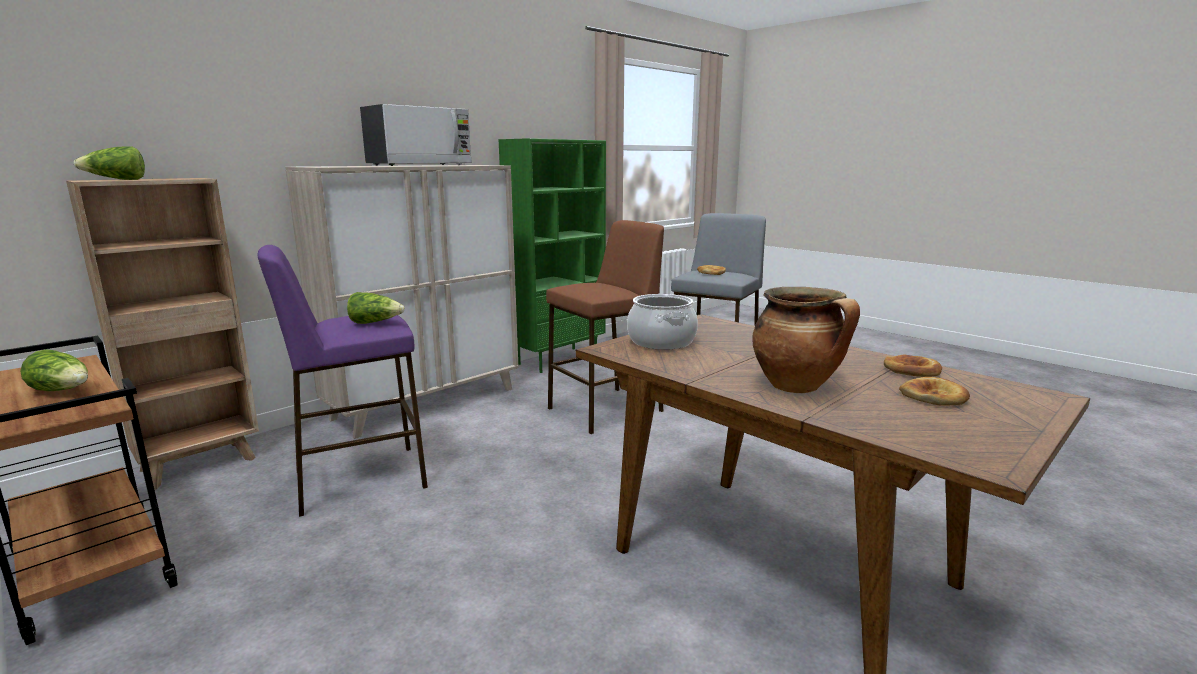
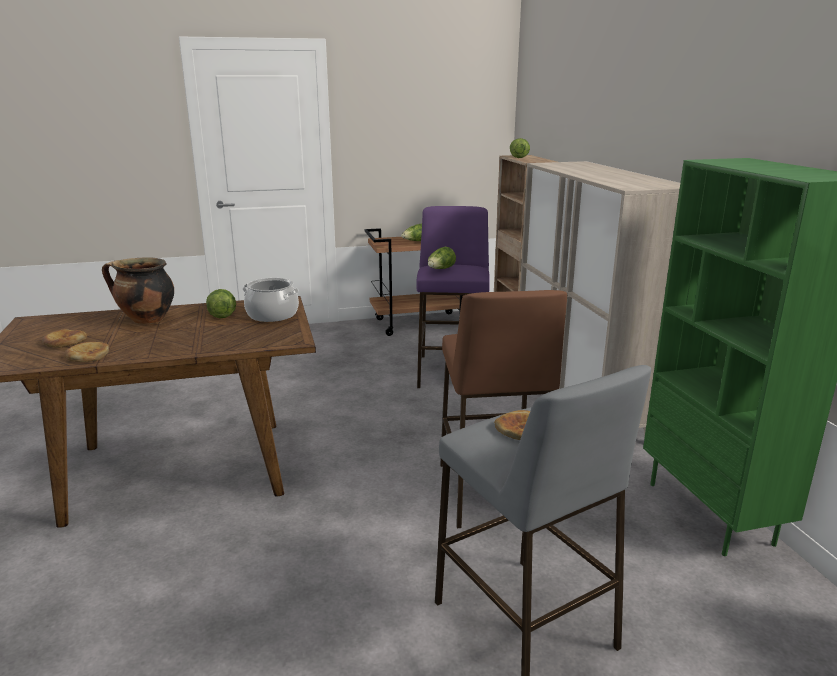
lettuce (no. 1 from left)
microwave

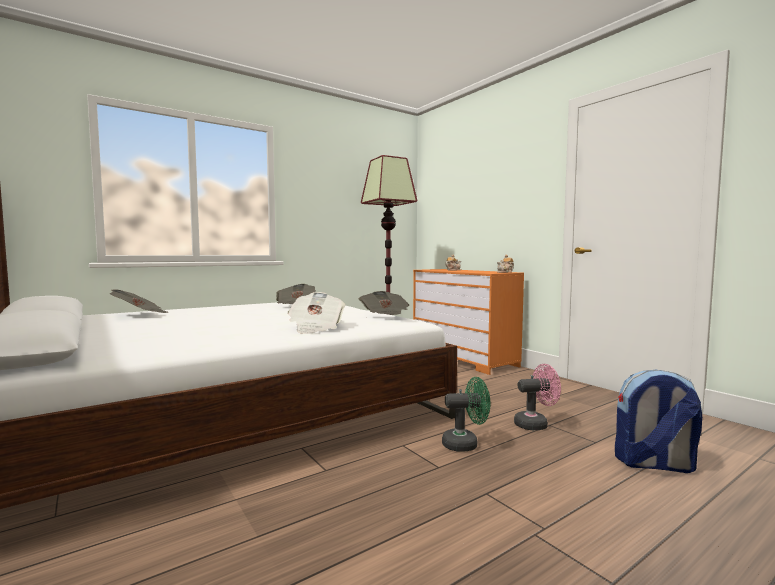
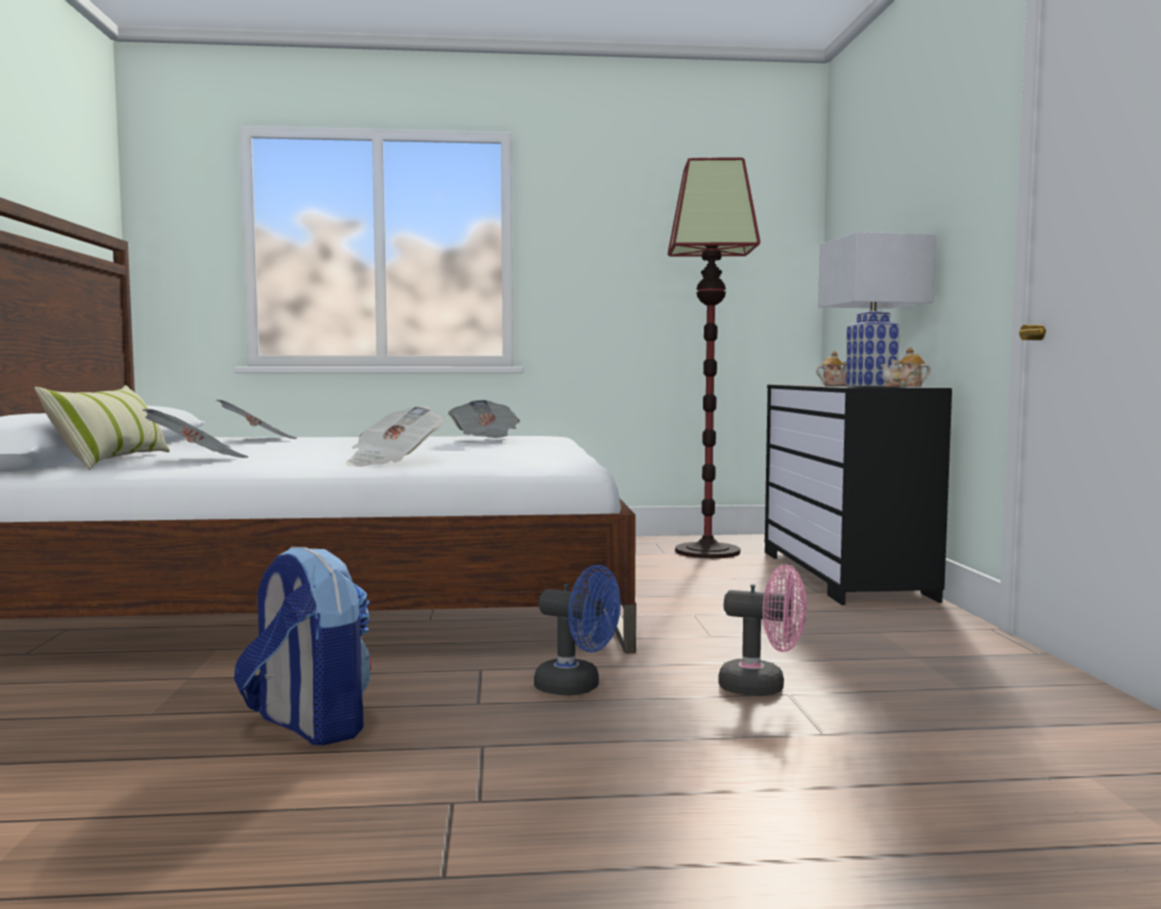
pillow
newspaper (no. 1 from left)
backpack
fan in blue
dresser in black
table lamp in white

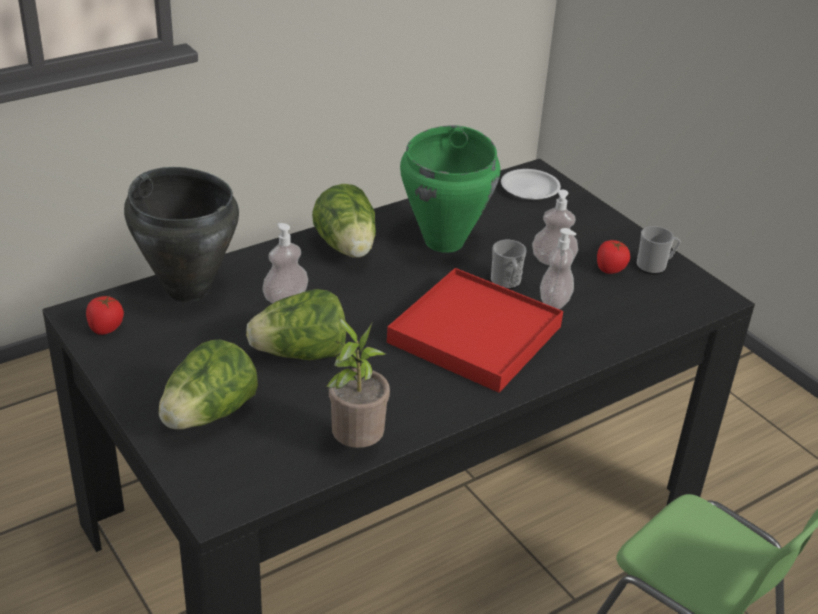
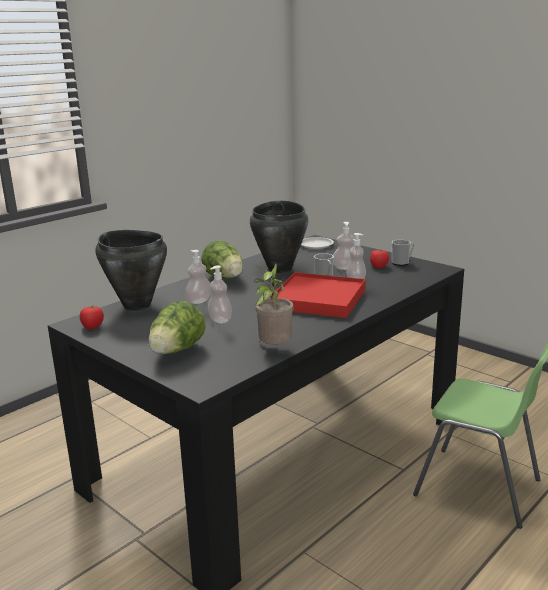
soap dispenser (no. 2 from left)
cooking pot in black (no. 2 from left)

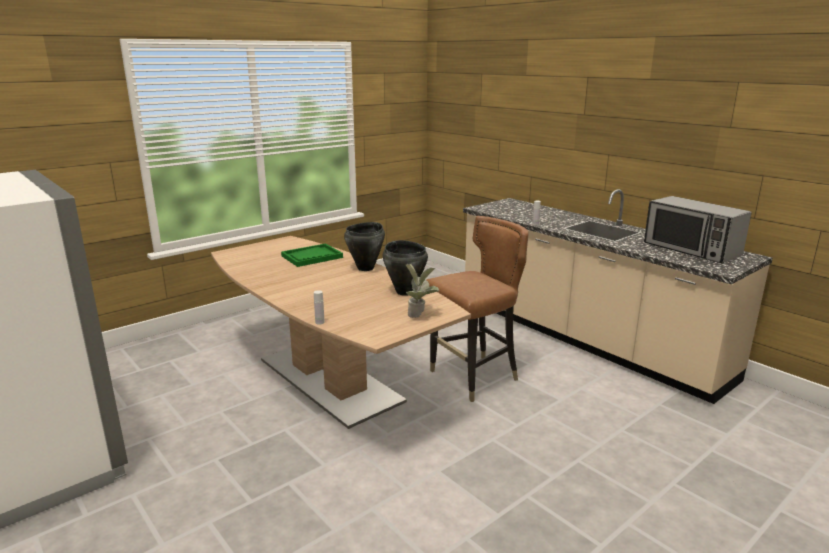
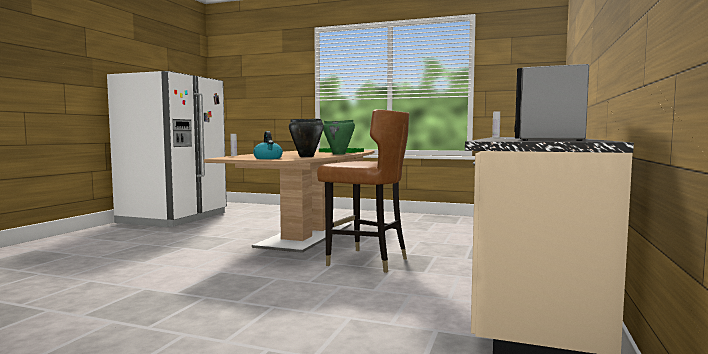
kettle
cooking pot in green

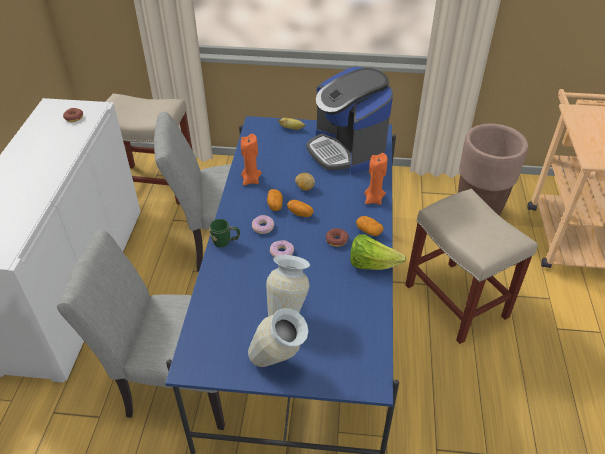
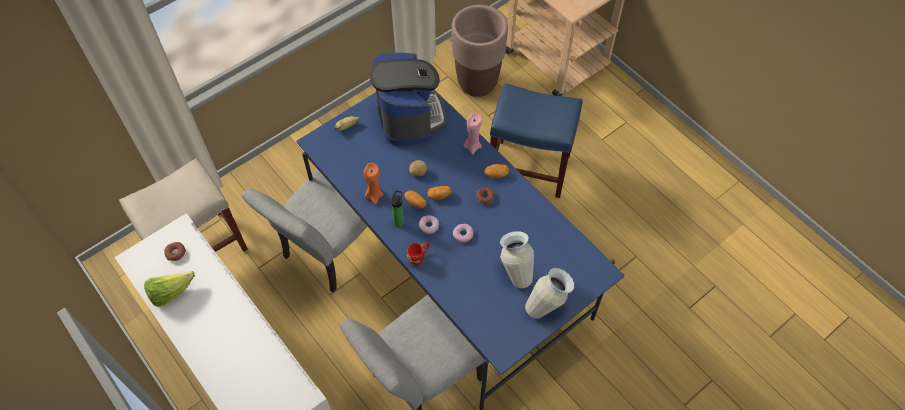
lettuce
coffee machine
bottle
mug in red
candle in pink
stool in blue

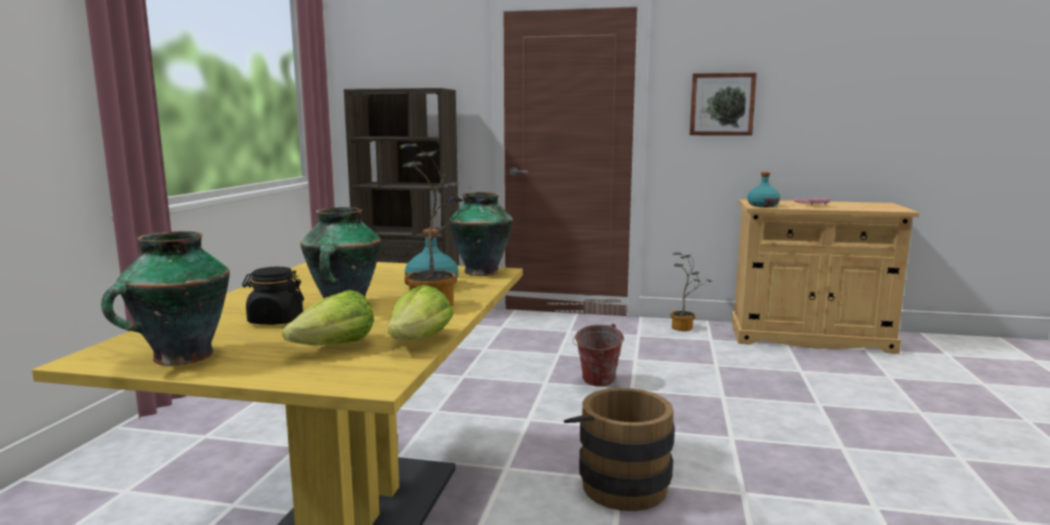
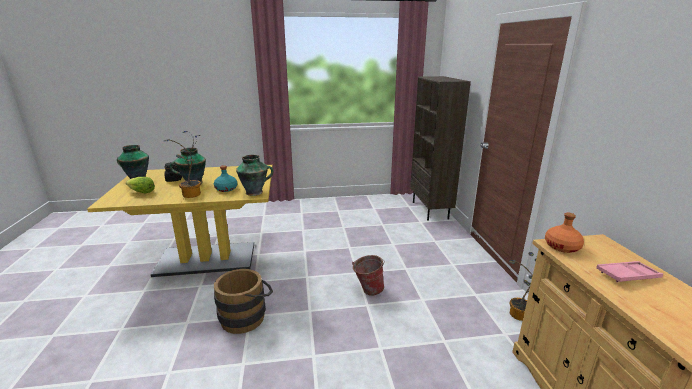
bottle in orange
lettuce (no. 2 from left in the first image)
picture

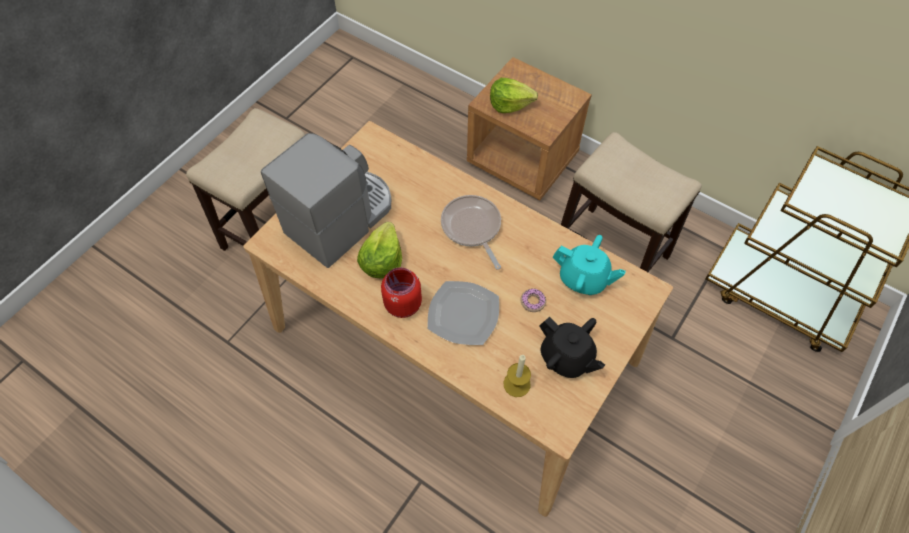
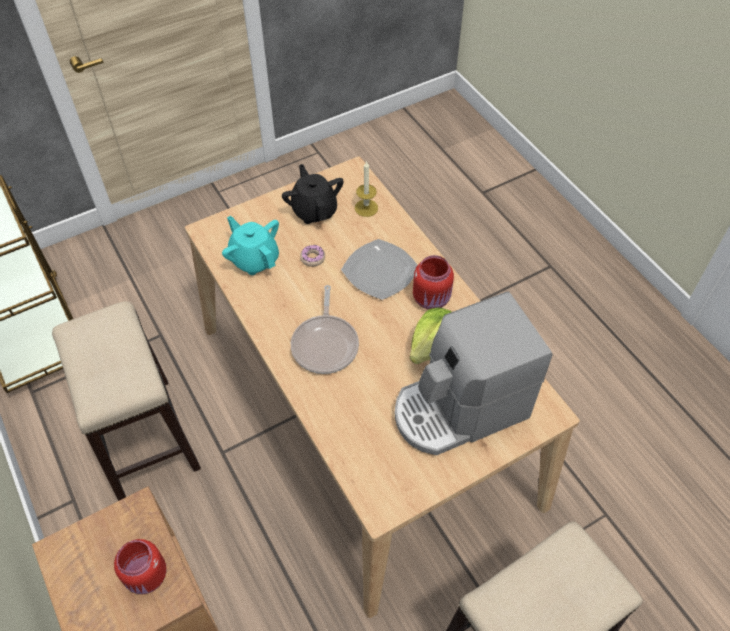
jar in red (no. 1 from left)

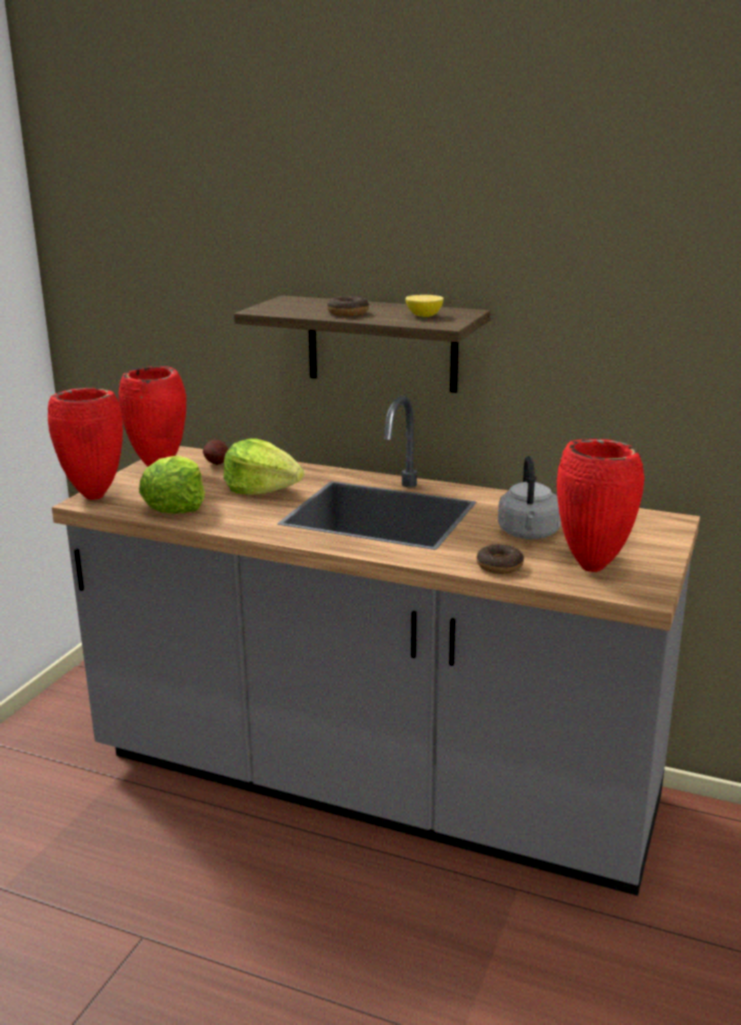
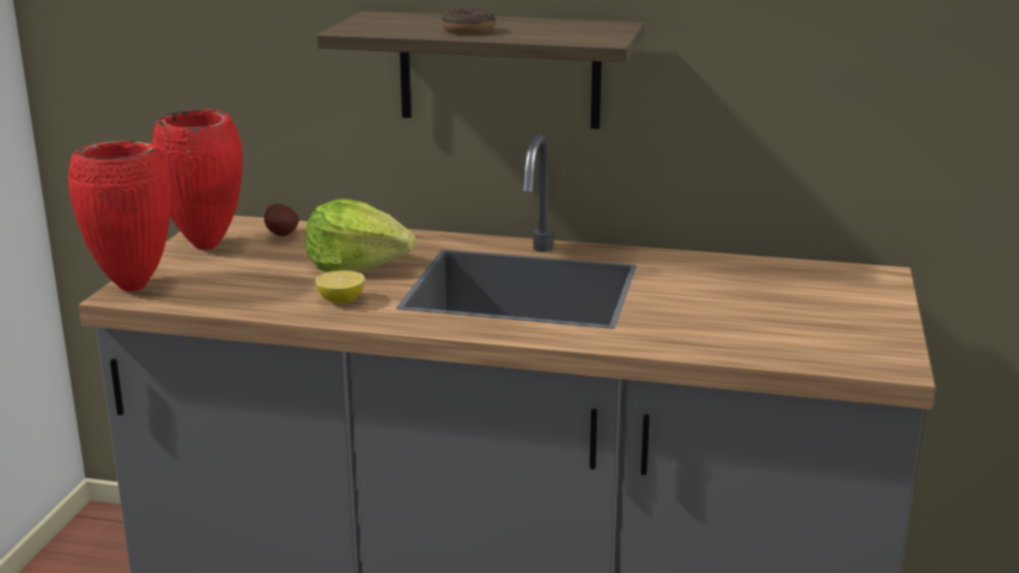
lemon
lettuce (no. 1 from left in the first image)
donut (no. 2 from left in the first image)
kettle in grey
vase in red (no. 3 from left in the first image)

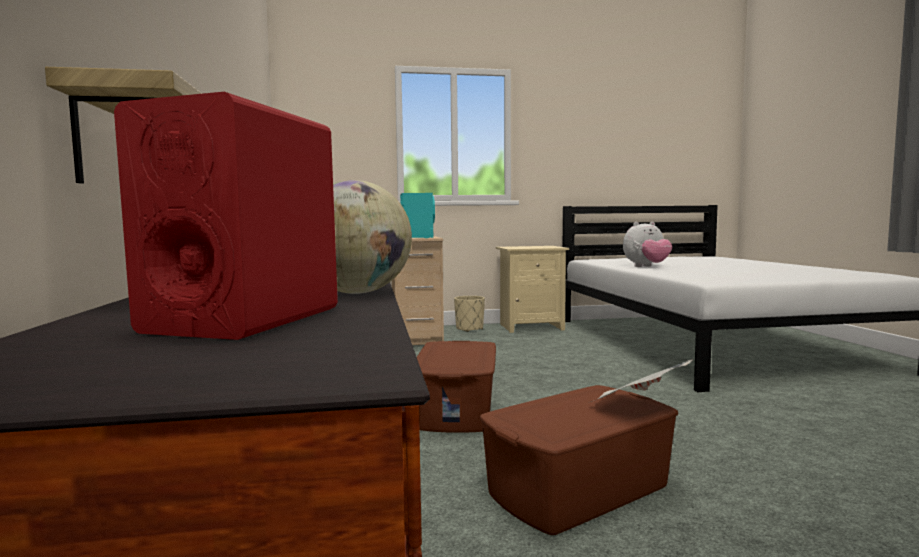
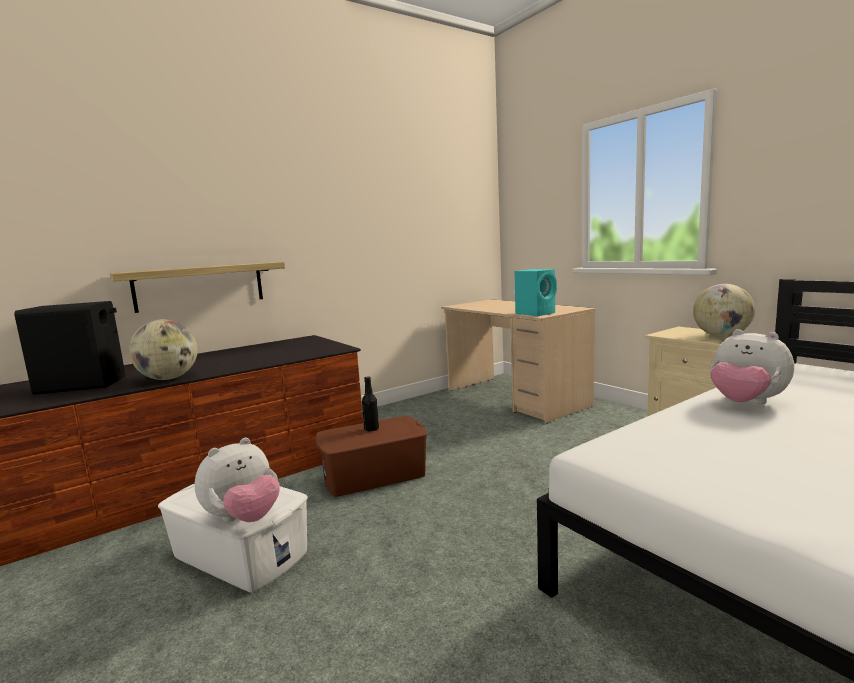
speaker in black
storage box in white
plush toy (no. 1 from left)
bottle in black
globe (no. 2 from left)
planter in beige

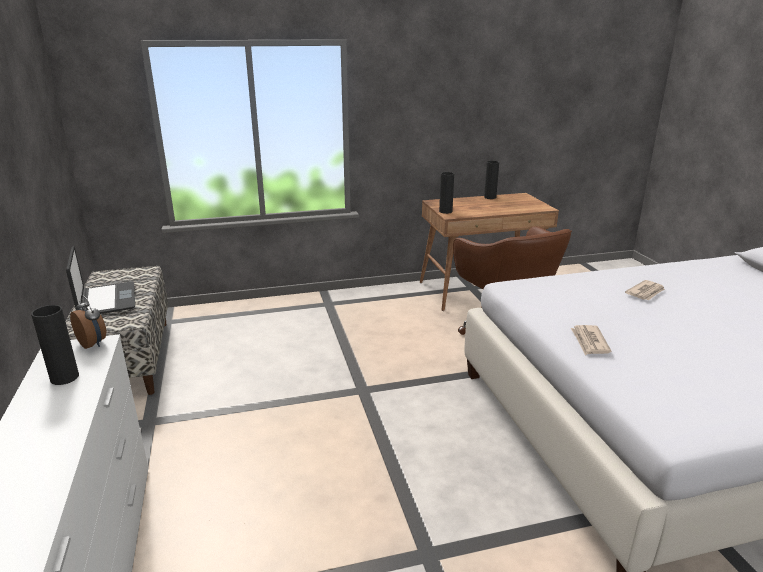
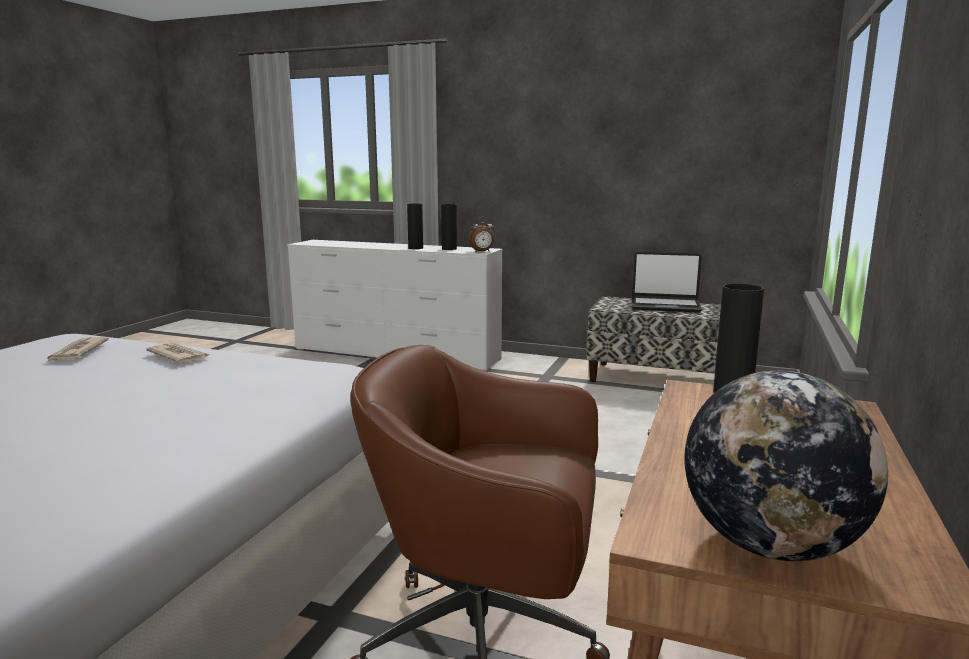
newspaper (no. 1 from left)
vase in black (no. 1 from left)
globe

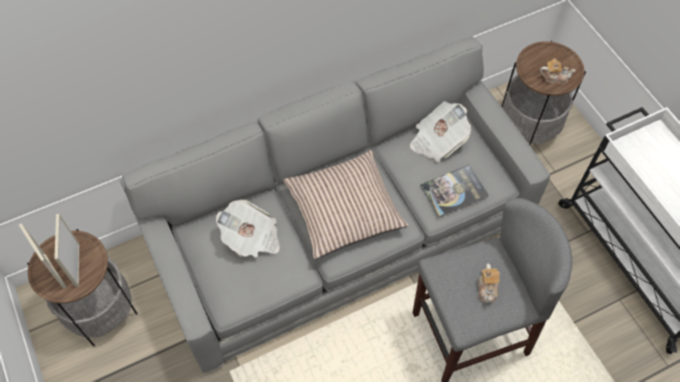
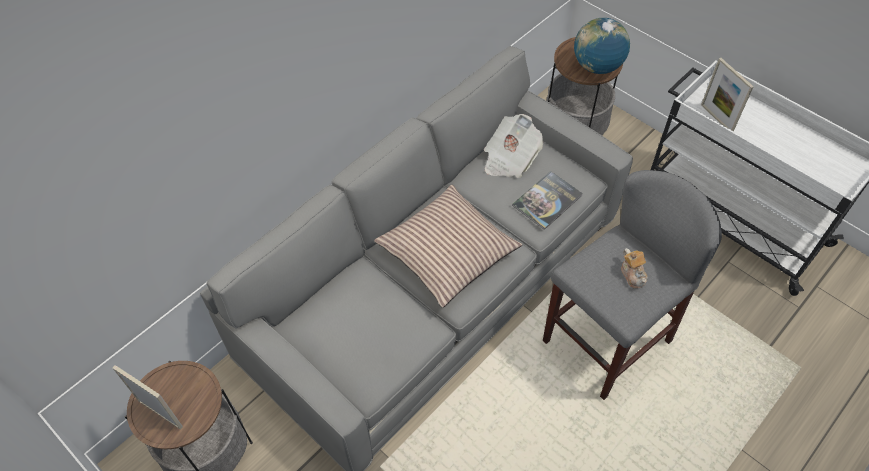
globe
picture frame (no. 2 from left)
newspaper (no. 1 from left in the first image)

